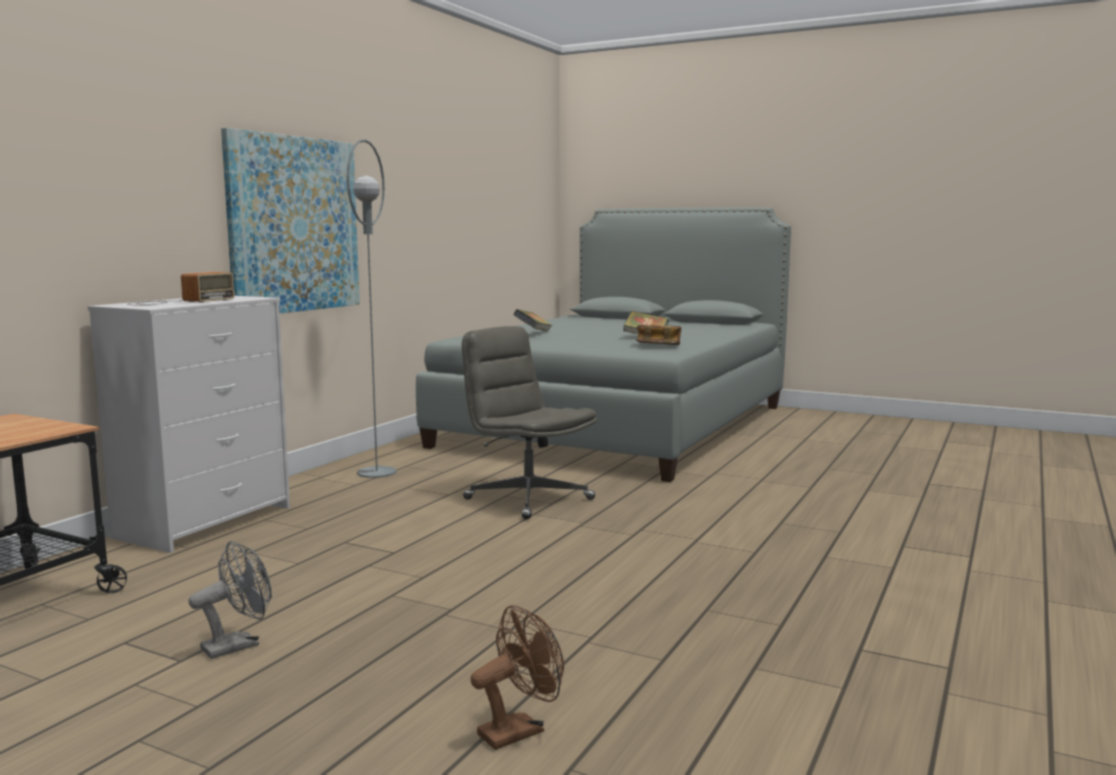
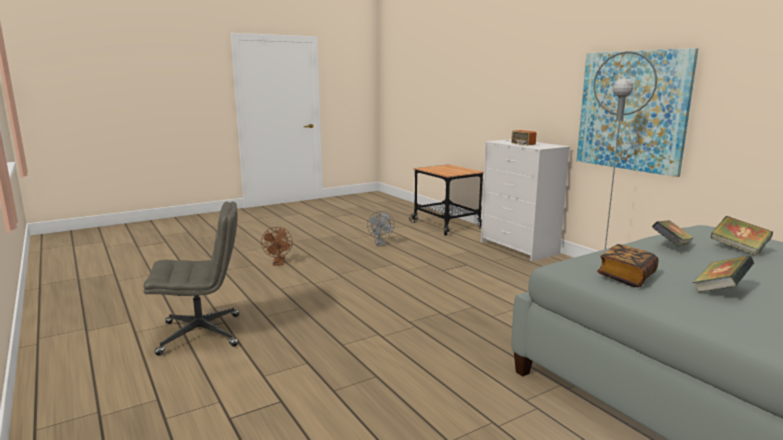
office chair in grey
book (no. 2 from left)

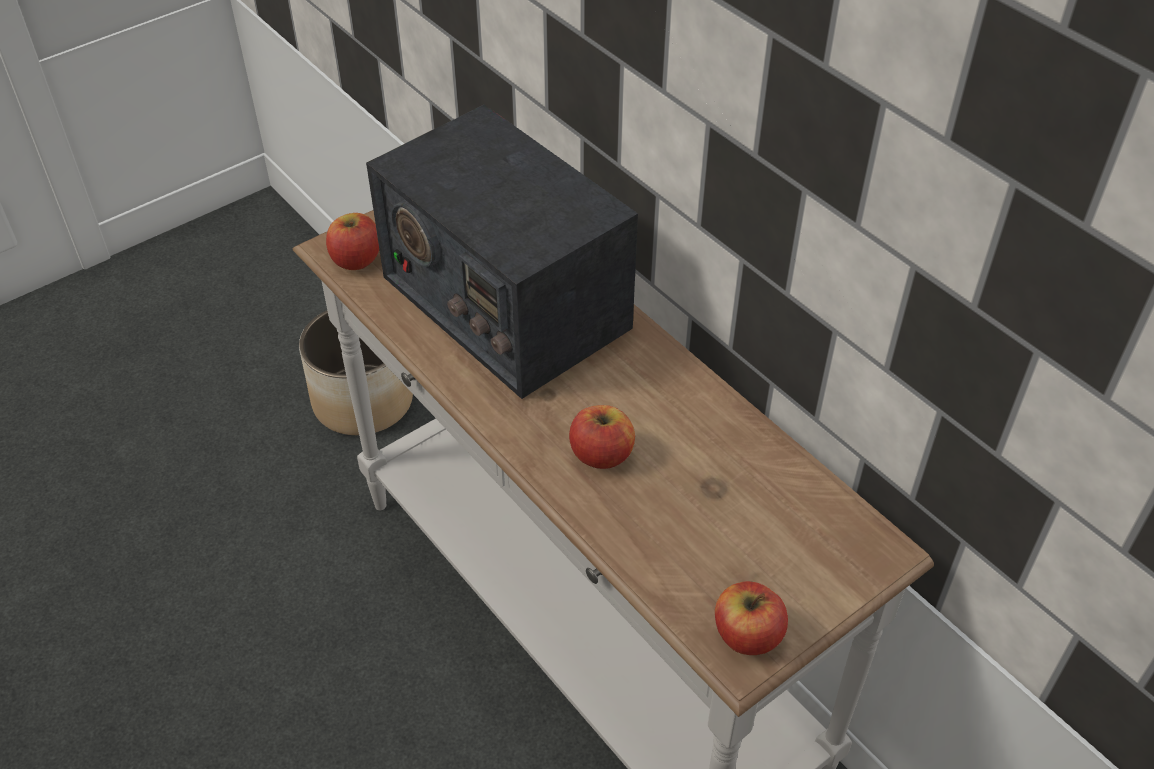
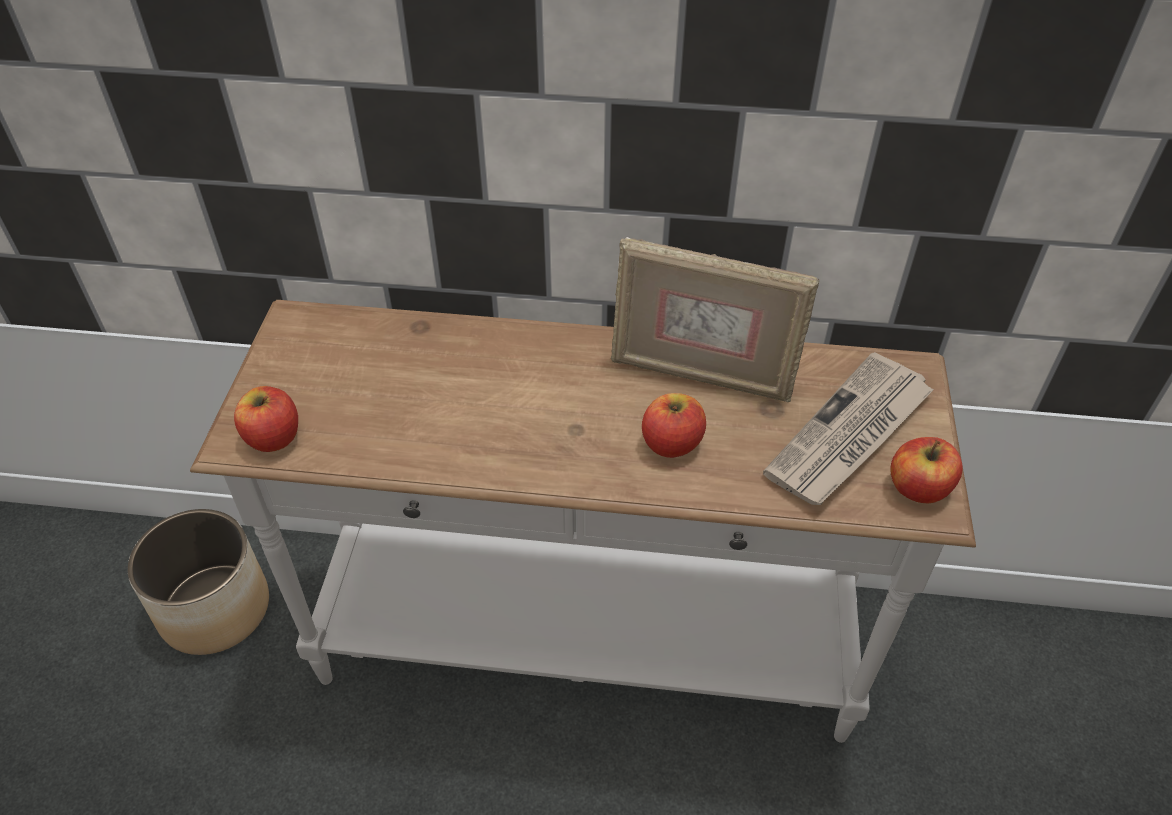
picture frame
newspaper
radio

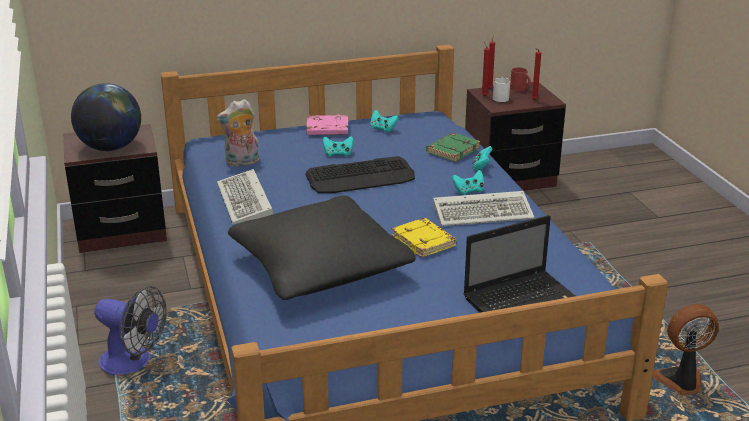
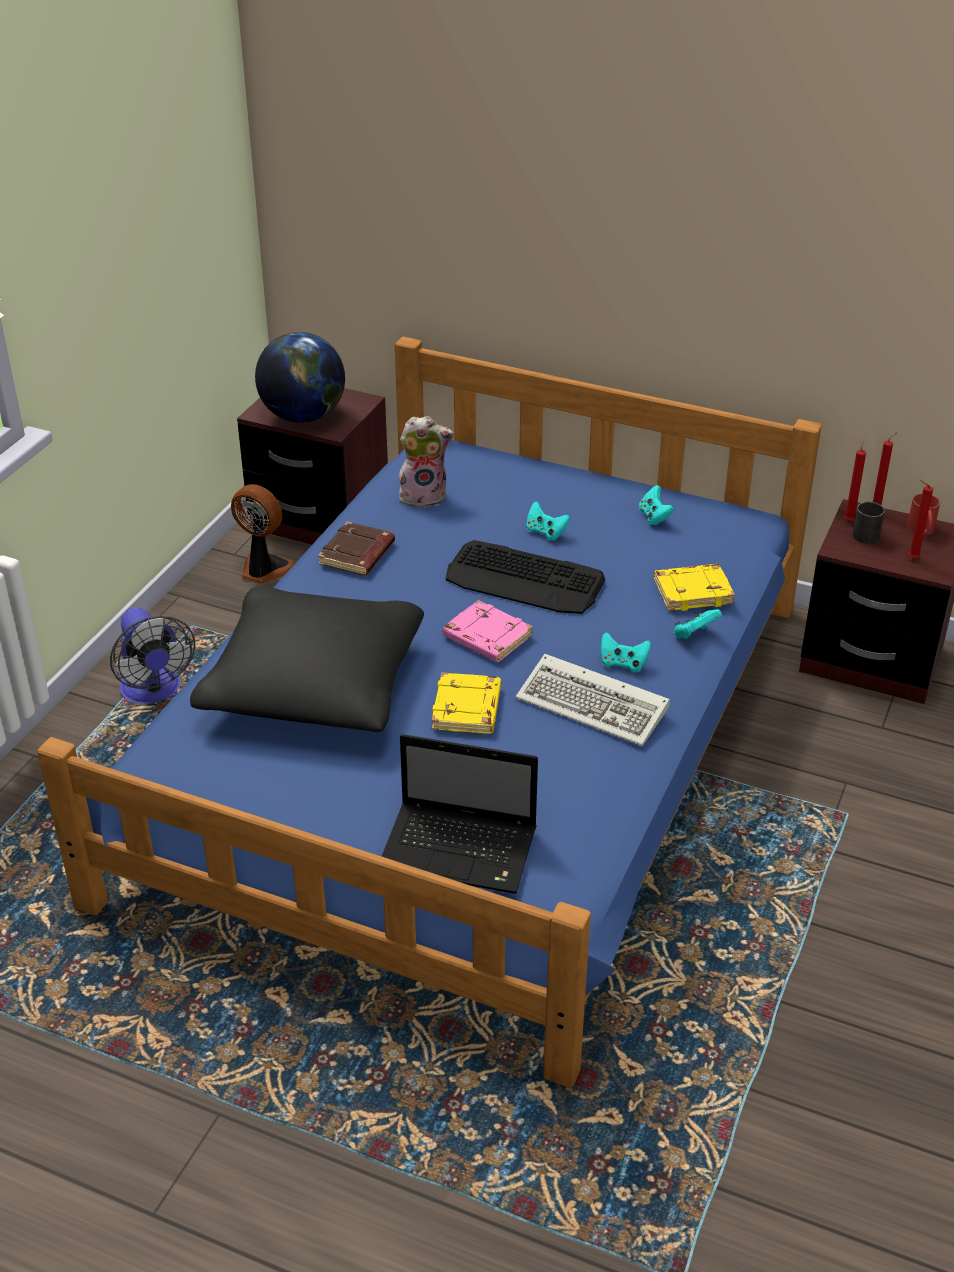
fan (no. 2 from left)
book in brown
plush toy
book in pink
book in yellow (no. 2 from left)
mug in black

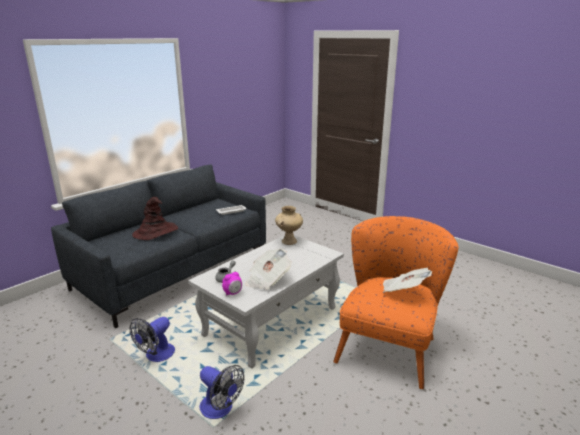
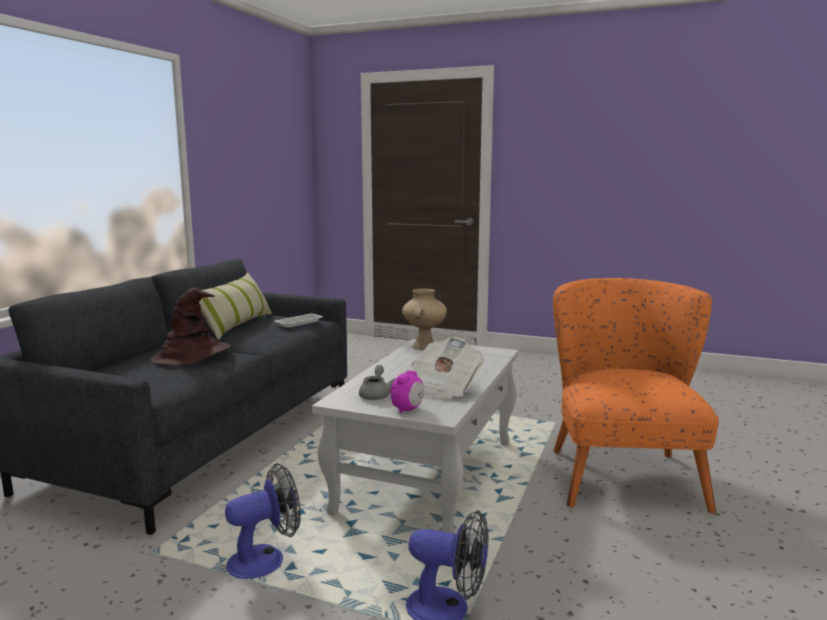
pillow
fan (no. 1 from left)
newspaper (no. 2 from left in the first image)

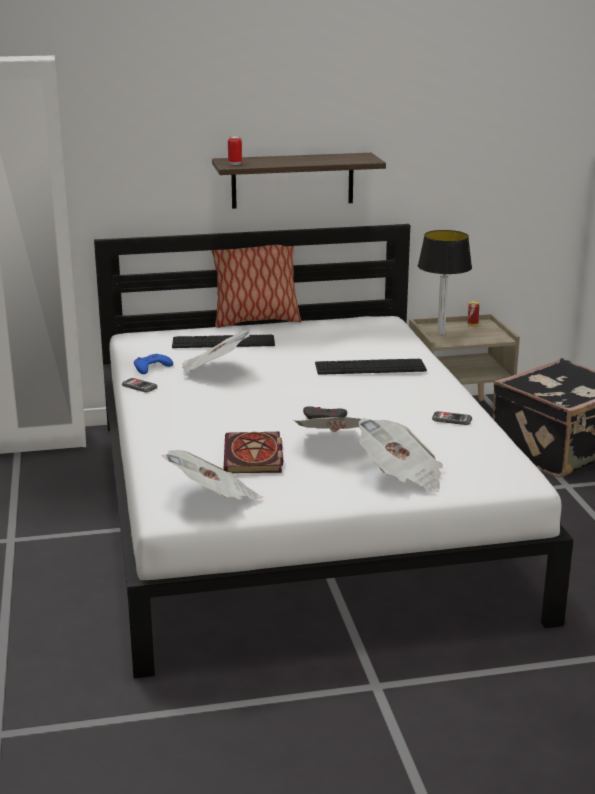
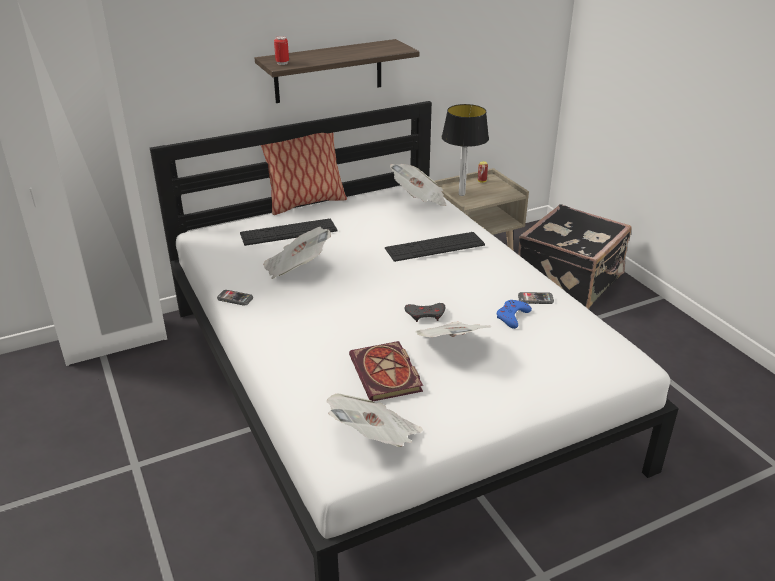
newspaper (no. 3 from left)
game controller in blue

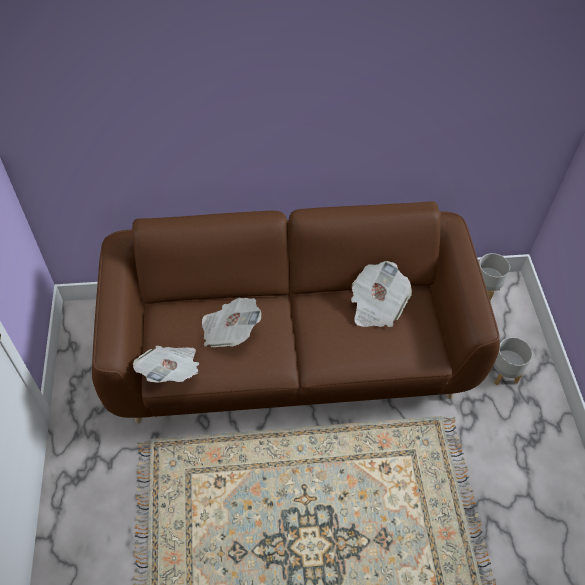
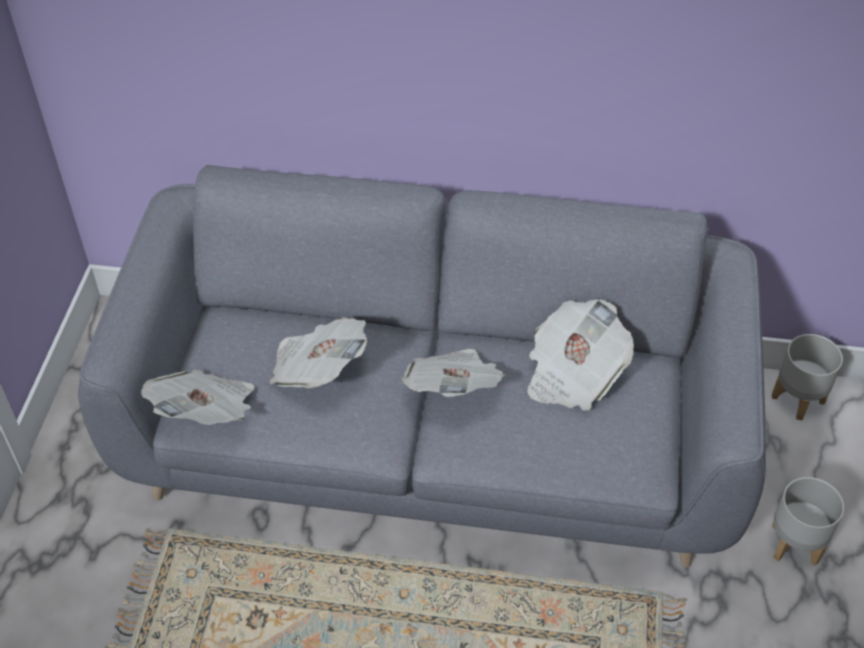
sofa in grey
newspaper (no. 3 from left)

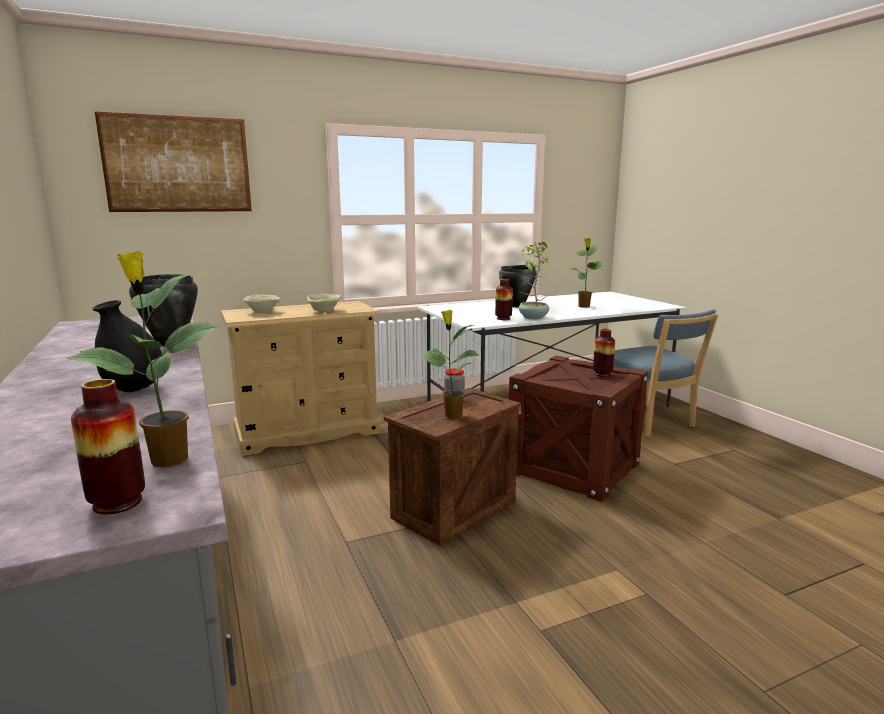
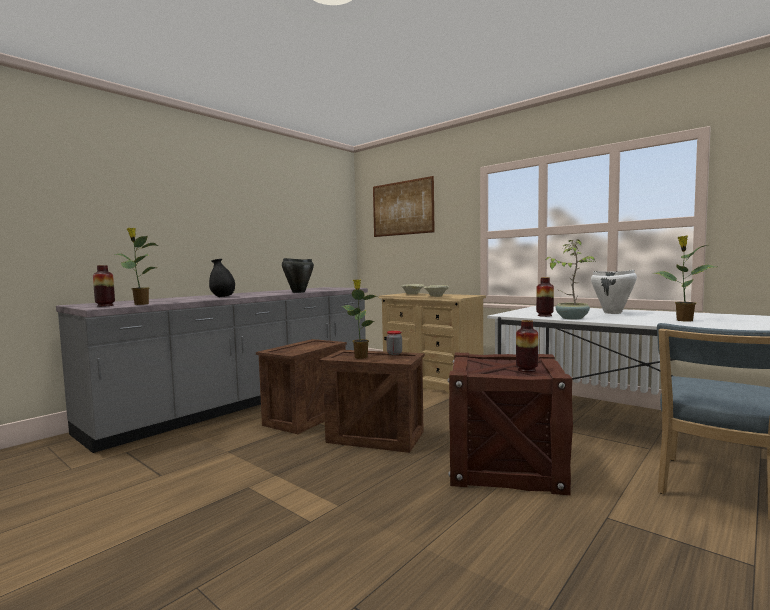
crate (no. 1 from left)
cooking pot in white

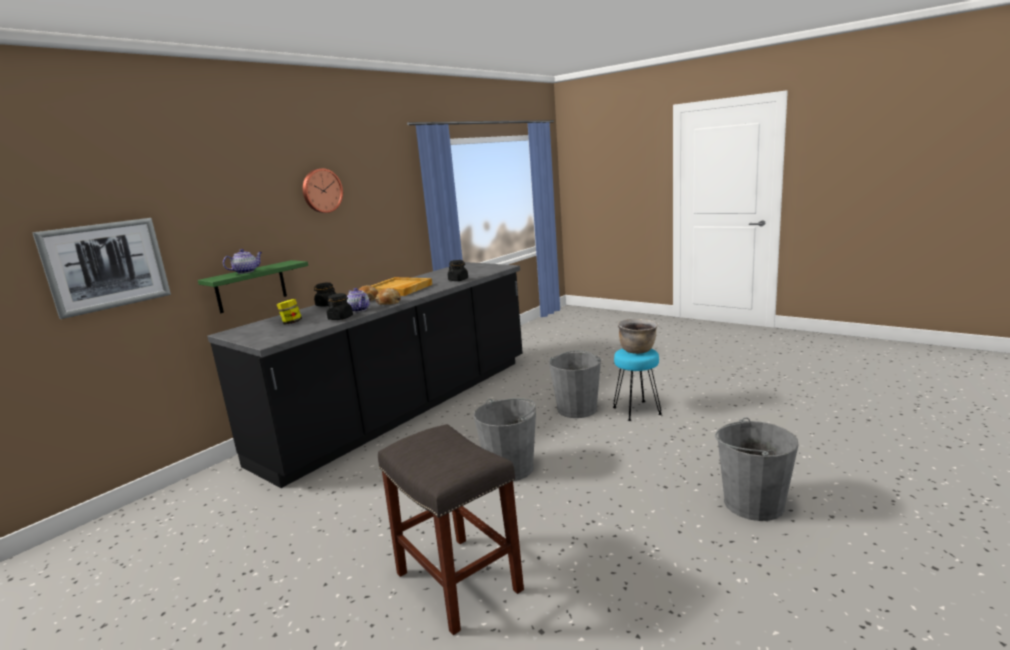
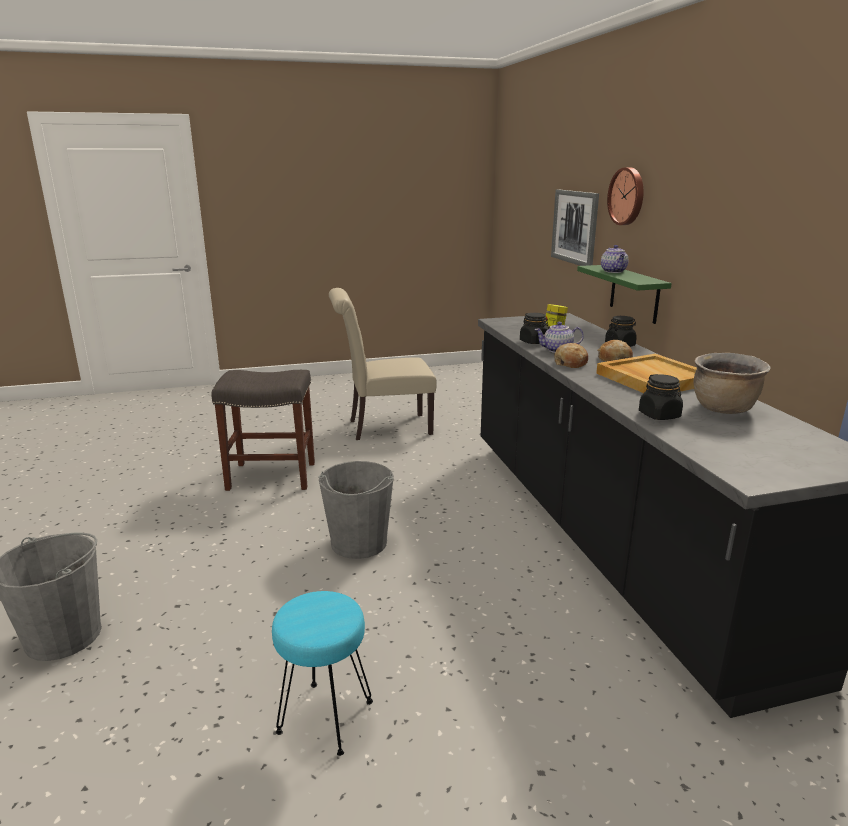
chair in beige
wall clock
cooking pot in brown
bucket in grey (no. 2 from left in the first image)

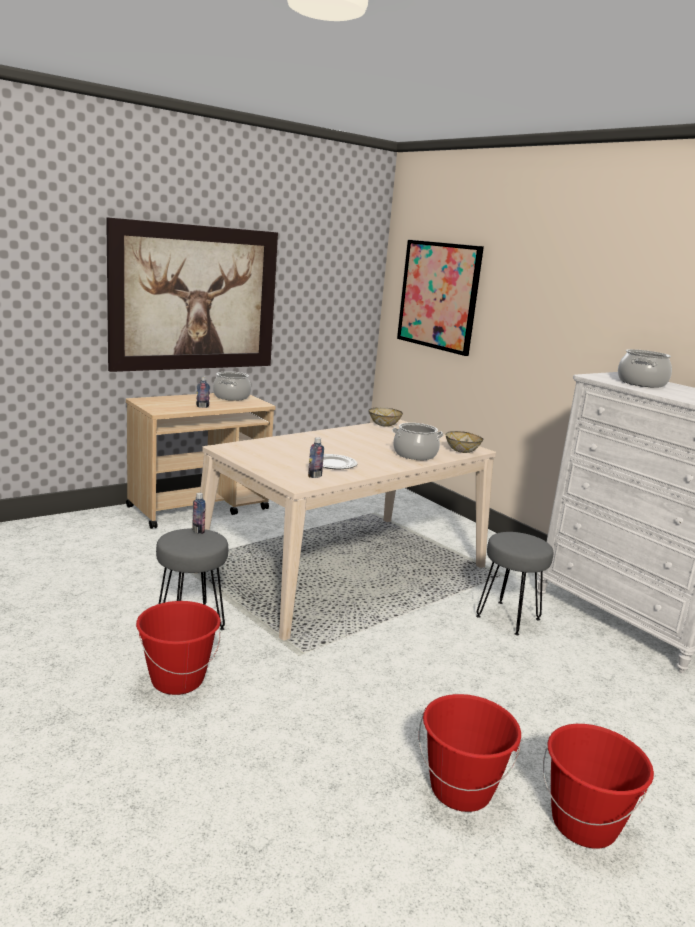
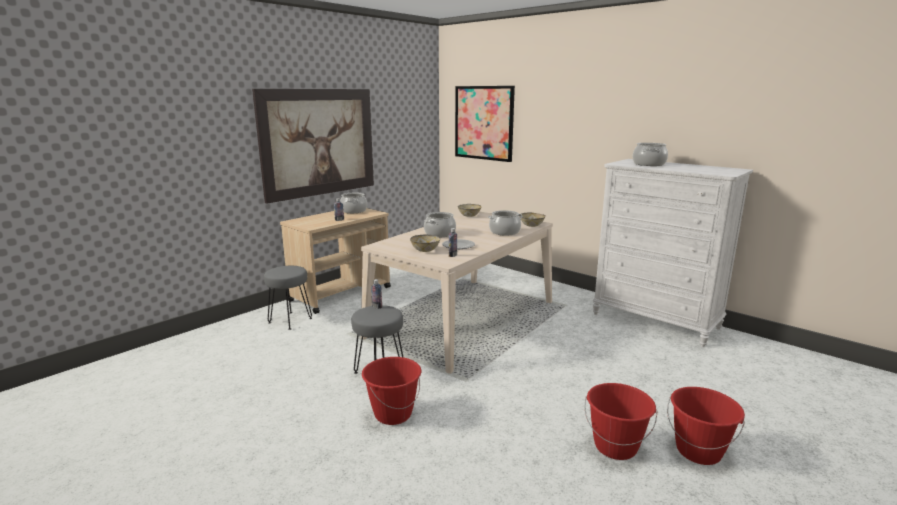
stool in grey (no. 1 from left)
bowl (no. 1 from left)
cooking pot (no. 2 from left)

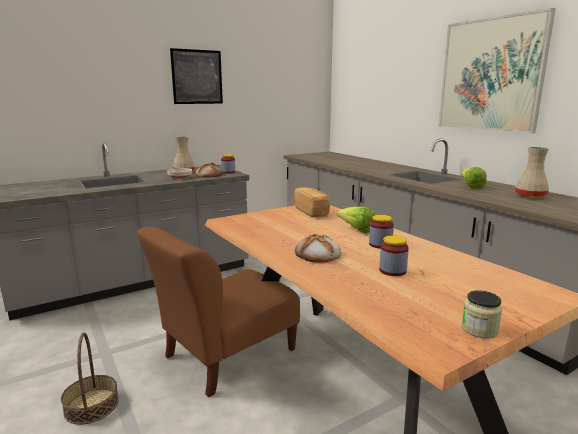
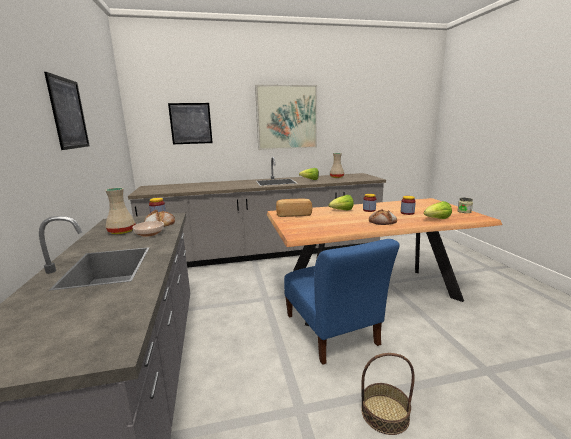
picture (no. 2 from left)
chair in blue
lettuce (no. 3 from left)

